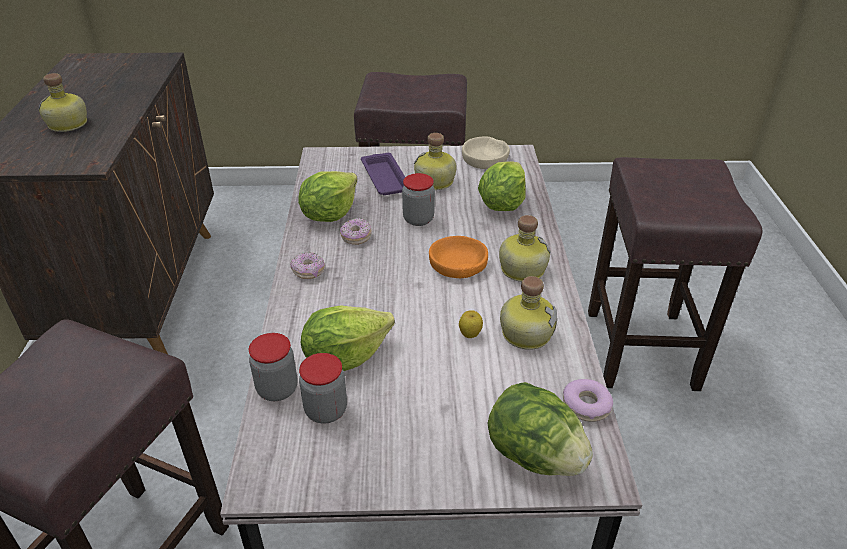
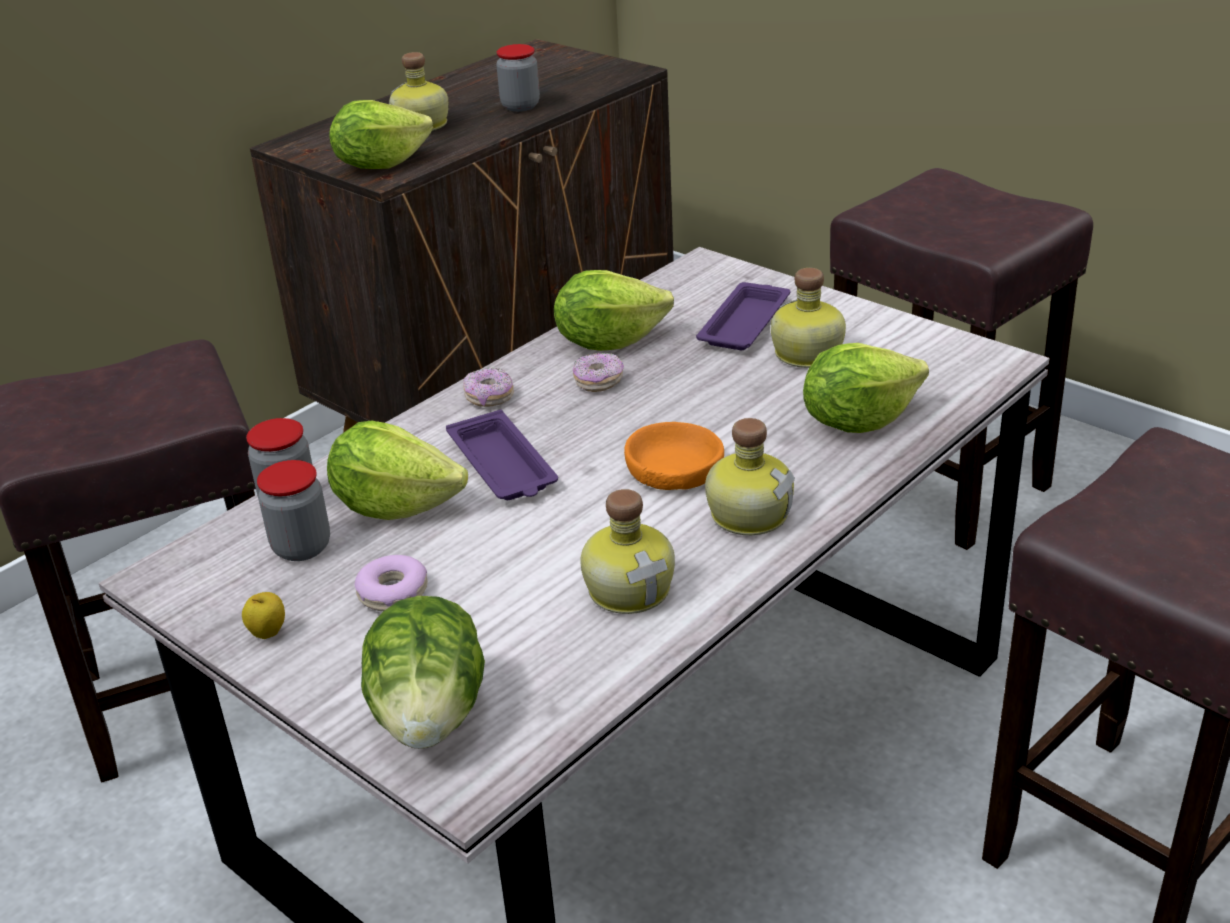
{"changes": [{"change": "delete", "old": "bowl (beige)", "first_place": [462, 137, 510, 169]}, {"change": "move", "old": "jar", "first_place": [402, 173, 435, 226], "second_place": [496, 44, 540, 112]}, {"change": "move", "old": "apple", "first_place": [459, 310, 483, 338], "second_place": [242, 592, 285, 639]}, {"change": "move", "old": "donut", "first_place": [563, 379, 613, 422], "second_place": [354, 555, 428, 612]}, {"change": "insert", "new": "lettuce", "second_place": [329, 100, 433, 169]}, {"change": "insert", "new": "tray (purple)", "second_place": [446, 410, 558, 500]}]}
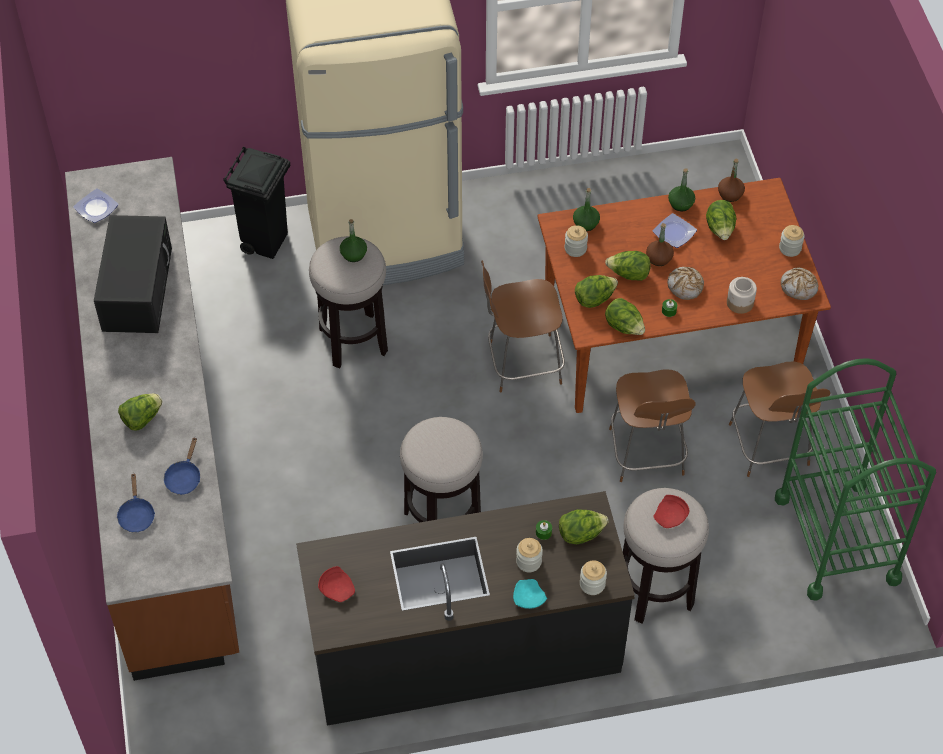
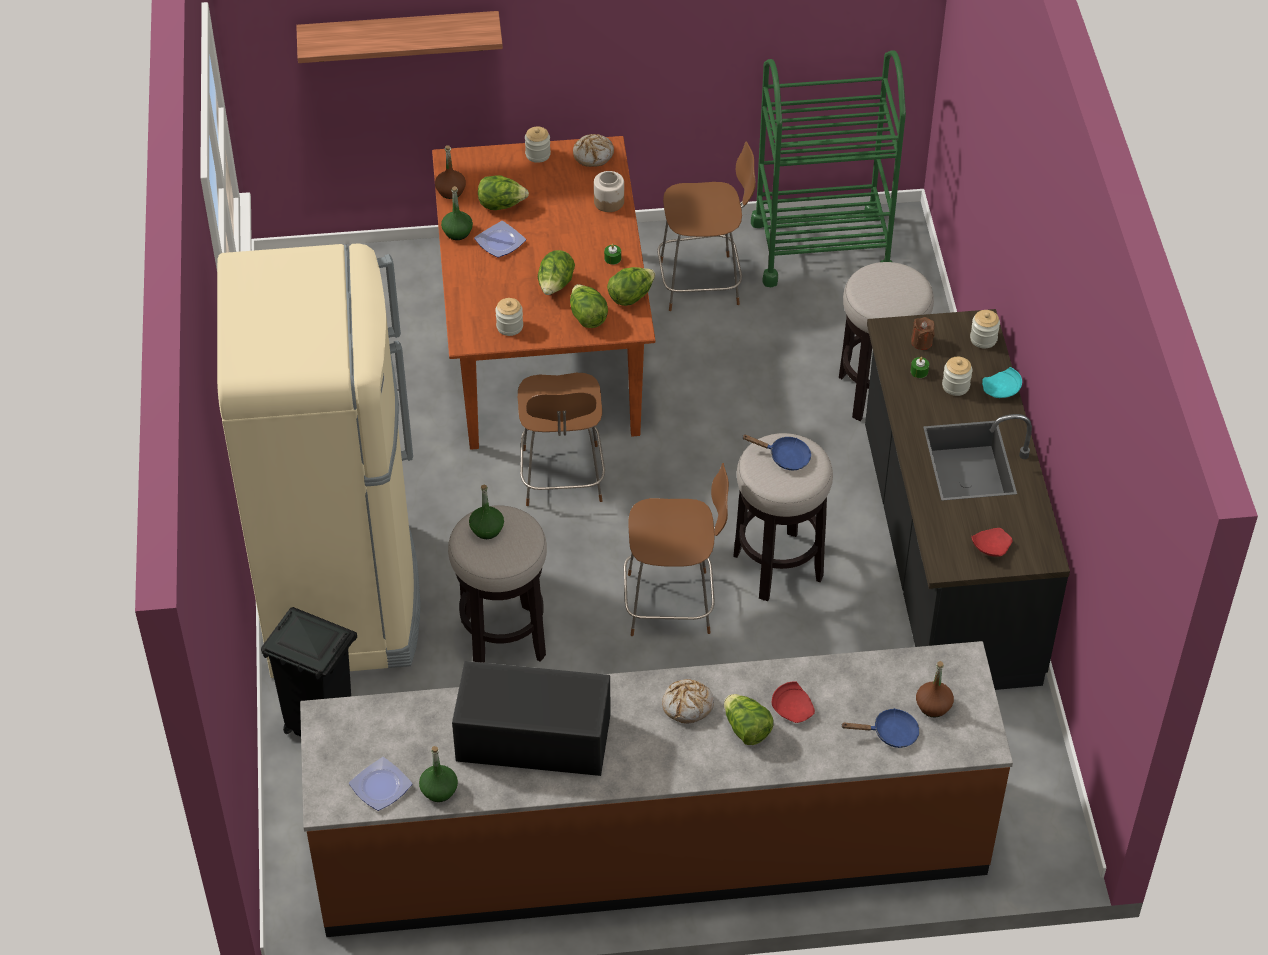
{"changes": [{"change": "move", "old": "bottle (green)", "first_place": [573, 188, 600, 231], "second_place": [419, 746, 458, 802]}, {"change": "move", "old": "bottle (brown)", "first_place": [646, 223, 674, 266], "second_place": [916, 661, 954, 717]}, {"change": "move", "old": "bread", "first_place": [667, 267, 704, 300], "second_place": [662, 679, 714, 724]}, {"change": "move", "old": "chair (brown)", "first_place": [609, 370, 696, 482], "second_place": [624, 463, 729, 636]}, {"change": "move", "old": "frying pan (blue)", "first_place": [164, 438, 200, 495], "second_place": [742, 435, 811, 470]}, {"change": "move", "old": "plate (red)", "first_place": [653, 495, 690, 528], "second_place": [772, 681, 815, 723]}, {"change": "replace", "old": "lettuce", "new": "candle (brown)", "first_place": [559, 509, 609, 544], "second_place": [911, 317, 935, 350]}, {"change": "insert", "new": "shelf", "second_place": [296, 11, 503, 63]}]}
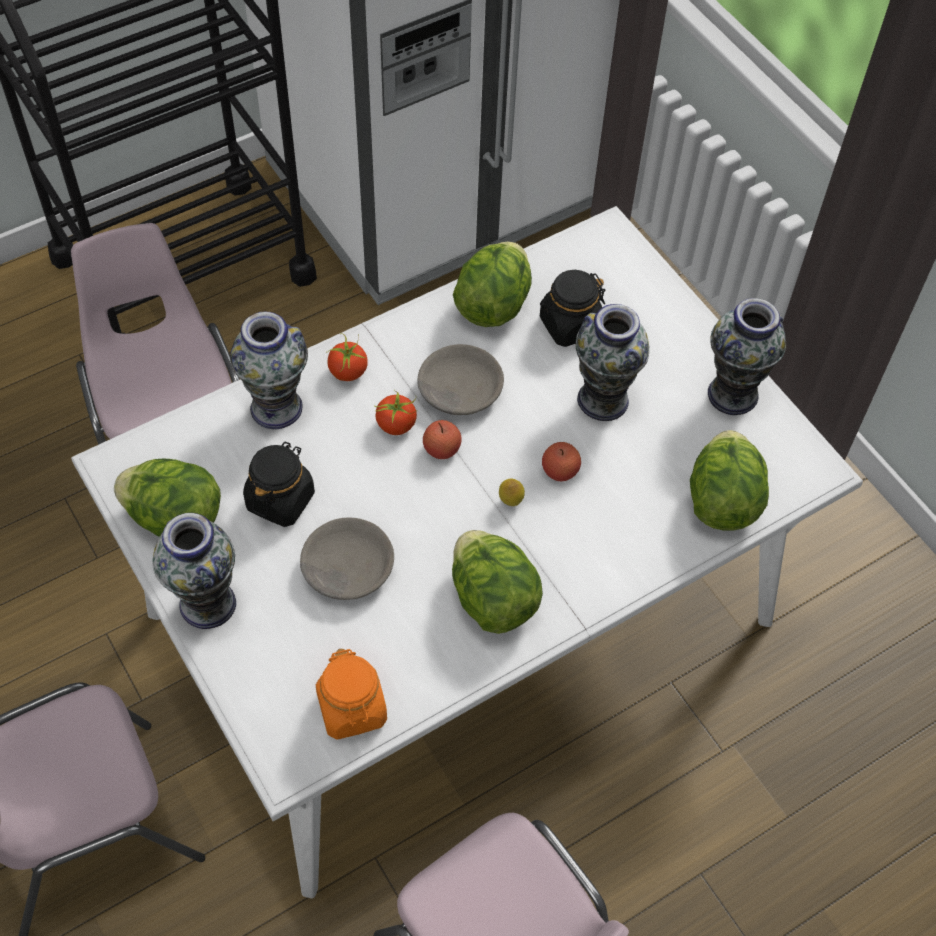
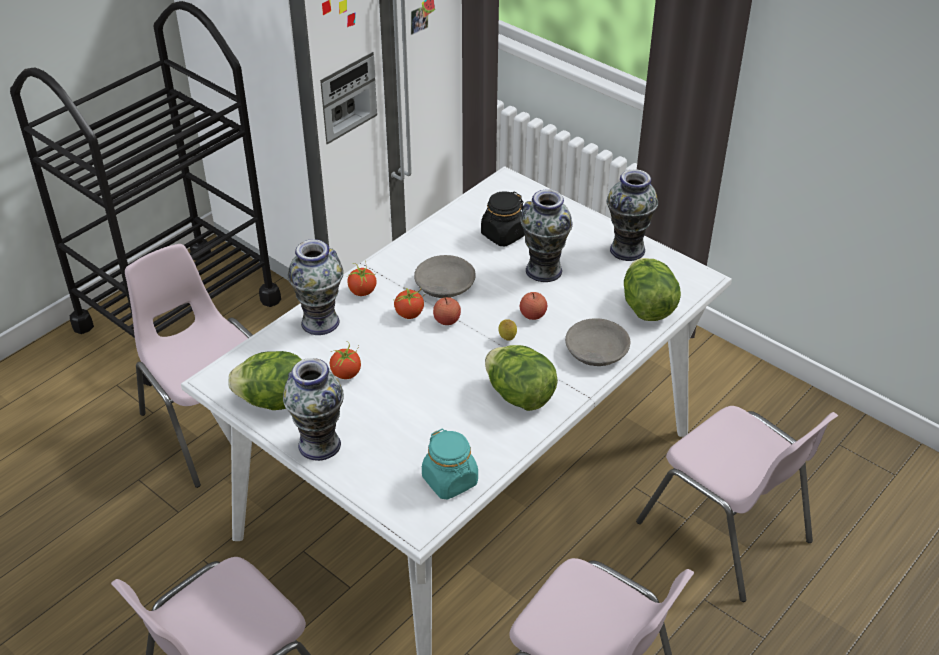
{"changes": [{"change": "delete", "old": "lettuce", "first_place": [453, 242, 532, 327]}, {"change": "replace", "old": "jar (black)", "new": "tomato", "first_place": [243, 442, 315, 527], "second_place": [330, 342, 361, 379]}, {"change": "move", "old": "bowl (grey)", "first_place": [300, 517, 394, 600], "second_place": [565, 318, 630, 366]}, {"change": "recolor", "old": "jar (orange)", "new": "jar (turquoise)", "first_place": [316, 649, 387, 740], "second_place": [422, 429, 478, 500]}, {"change": "insert", "new": "chair (pink)", "second_place": [636, 406, 838, 602]}]}
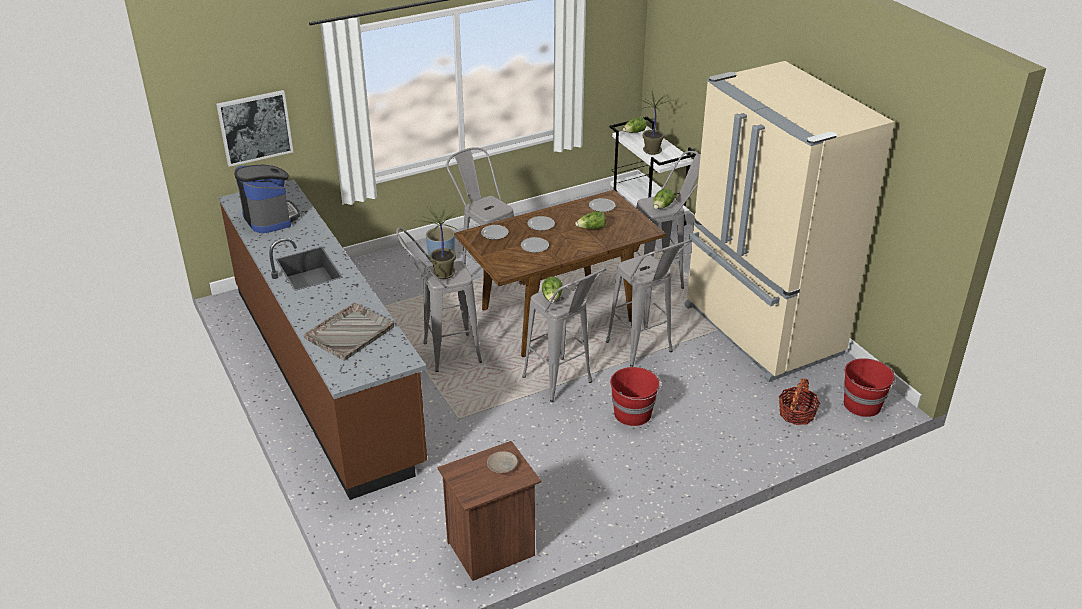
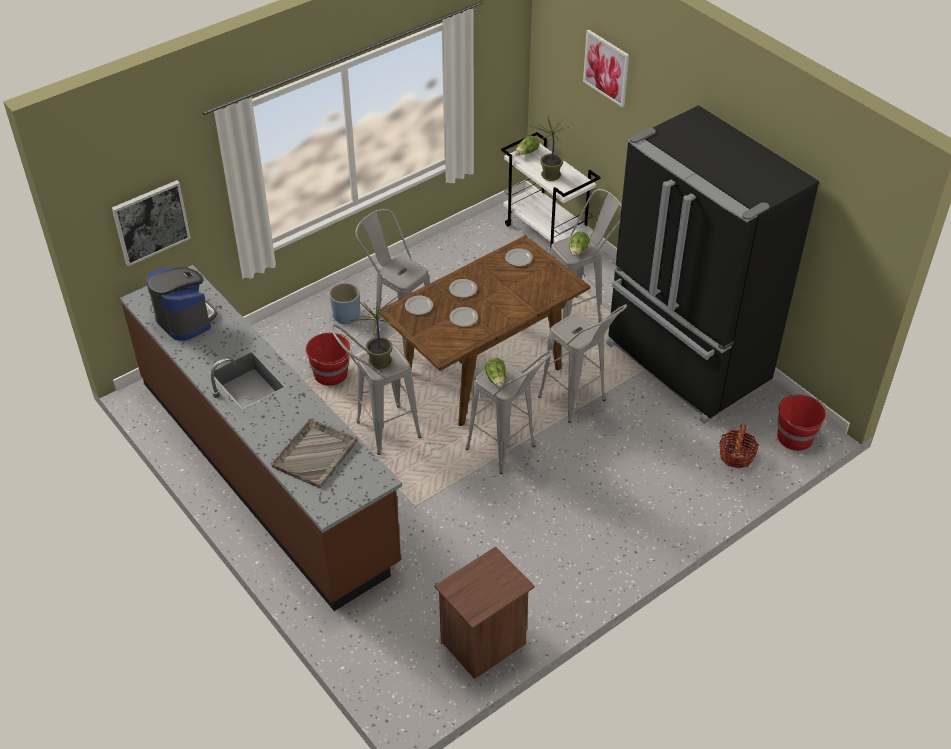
{"changes": [{"change": "recolor", "old": "fridge (beige)", "new": "fridge (black)", "first_place": [684, 61, 894, 382], "second_place": [606, 105, 819, 424]}, {"change": "delete", "old": "lettuce", "first_place": [575, 211, 606, 229]}, {"change": "move", "old": "bucket (red)", "first_place": [610, 367, 662, 426], "second_place": [306, 333, 352, 386]}, {"change": "delete", "old": "plate (beige)", "first_place": [487, 451, 518, 473]}, {"change": "insert", "new": "picture", "second_place": [583, 30, 629, 107]}]}
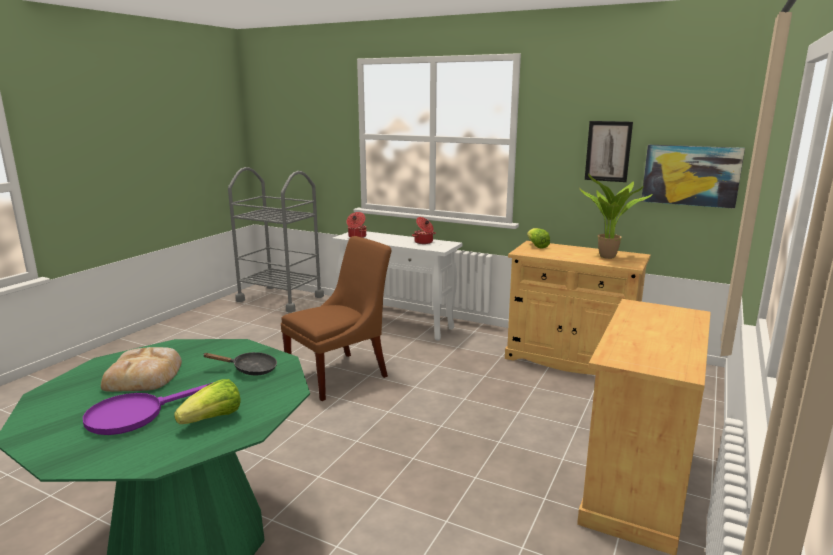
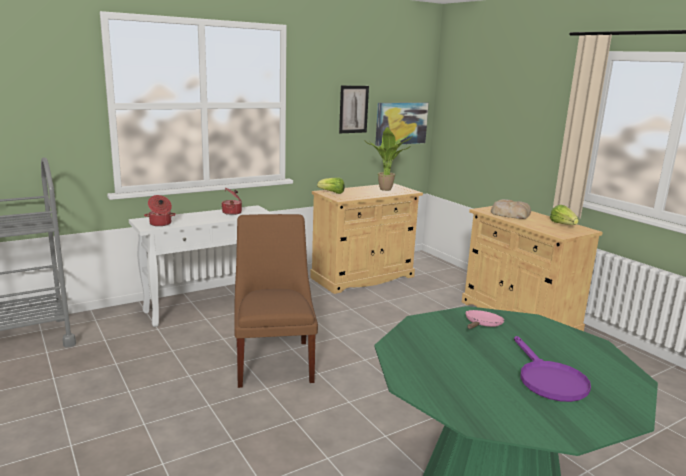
{"changes": [{"change": "move", "old": "bread", "first_place": [101, 347, 182, 392], "second_place": [491, 199, 531, 219]}, {"change": "recolor", "old": "frying pan (black)", "new": "frying pan (pink)", "first_place": [204, 352, 277, 375], "second_place": [466, 310, 504, 329]}, {"change": "move", "old": "lettuce", "first_place": [174, 379, 241, 424], "second_place": [550, 205, 579, 225]}]}
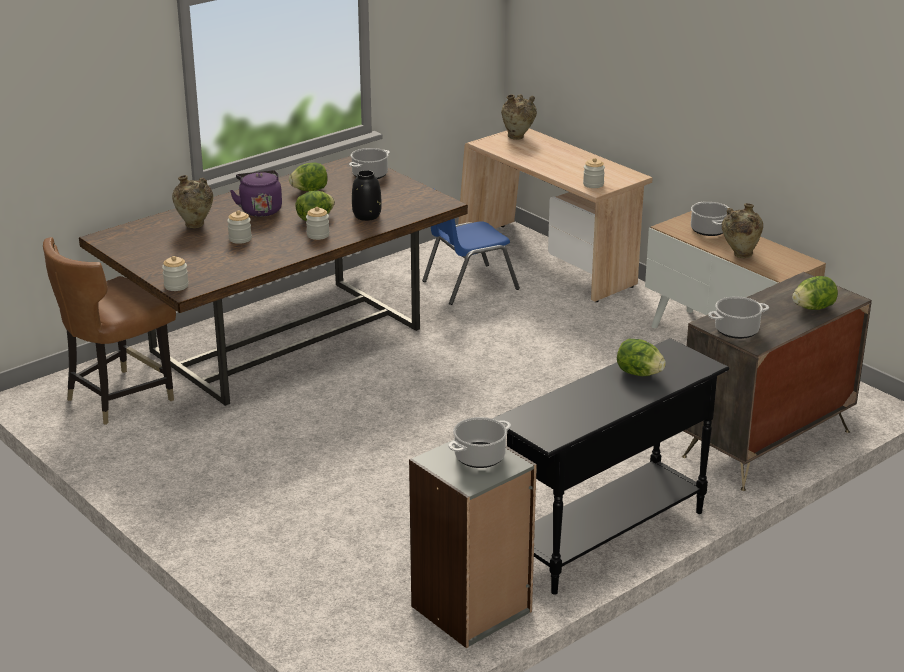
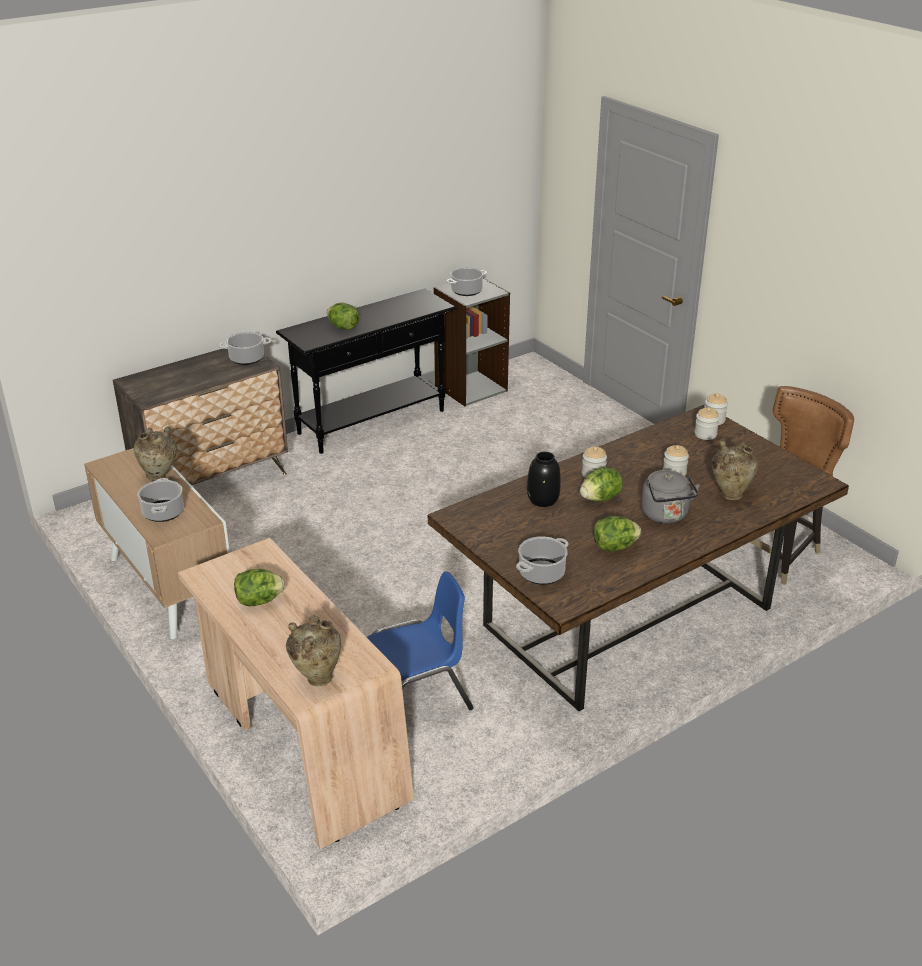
{"changes": [{"change": "move", "old": "jar", "first_place": [583, 158, 605, 188], "second_place": [694, 407, 720, 440]}, {"change": "recolor", "old": "kettle (purple)", "new": "kettle (grey)", "first_place": [230, 170, 282, 217], "second_place": [641, 470, 700, 524]}, {"change": "move", "old": "lettuce", "first_place": [792, 276, 838, 310], "second_place": [234, 569, 285, 606]}]}
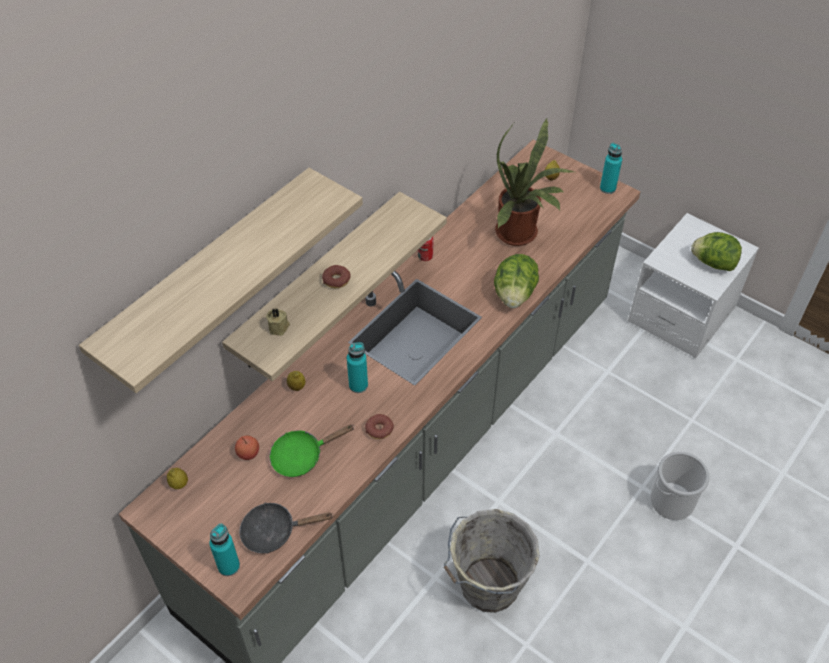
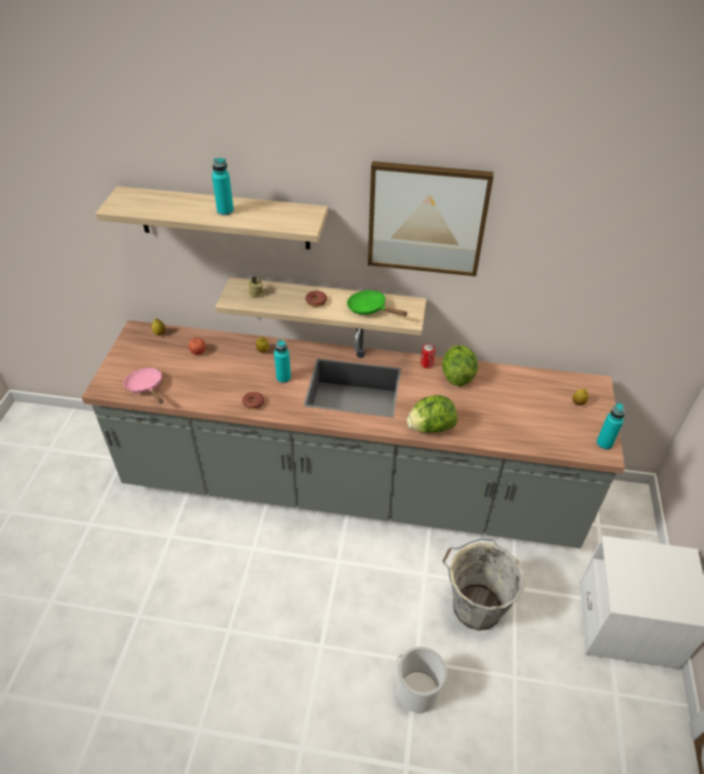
{"changes": [{"change": "delete", "old": "potted plant", "first_place": [495, 119, 574, 246]}, {"change": "move", "old": "lettuce", "first_place": [691, 232, 742, 271], "second_place": [442, 345, 478, 386]}, {"change": "move", "old": "frying pan (green)", "first_place": [270, 424, 355, 477], "second_place": [347, 290, 407, 316]}, {"change": "recolor", "old": "frying pan (black)", "new": "frying pan (pink)", "first_place": [239, 502, 334, 554], "second_place": [124, 368, 163, 404]}, {"change": "move", "old": "bucket (grey)", "first_place": [444, 509, 540, 613], "second_place": [442, 539, 525, 631]}, {"change": "move", "old": "bottle (turquoise)", "first_place": [209, 524, 240, 576], "second_place": [212, 158, 234, 216]}, {"change": "insert", "new": "picture", "second_place": [368, 161, 494, 276]}]}
